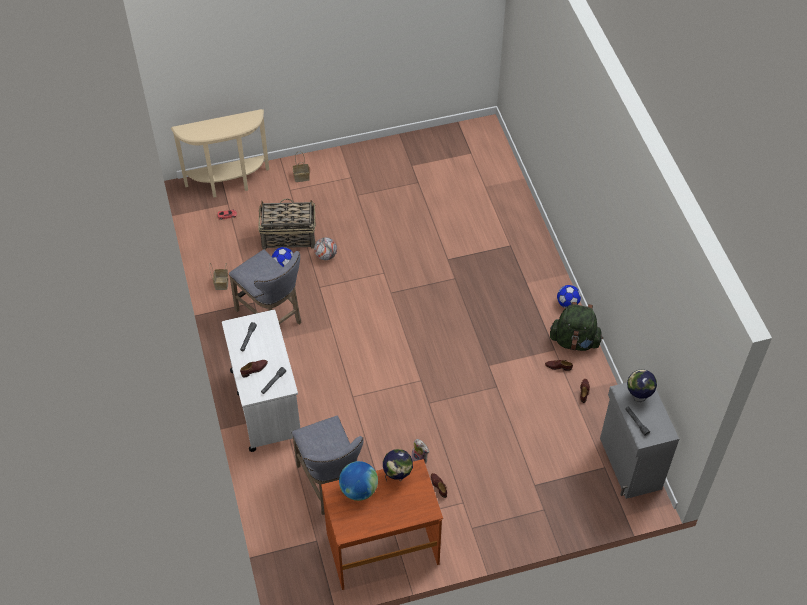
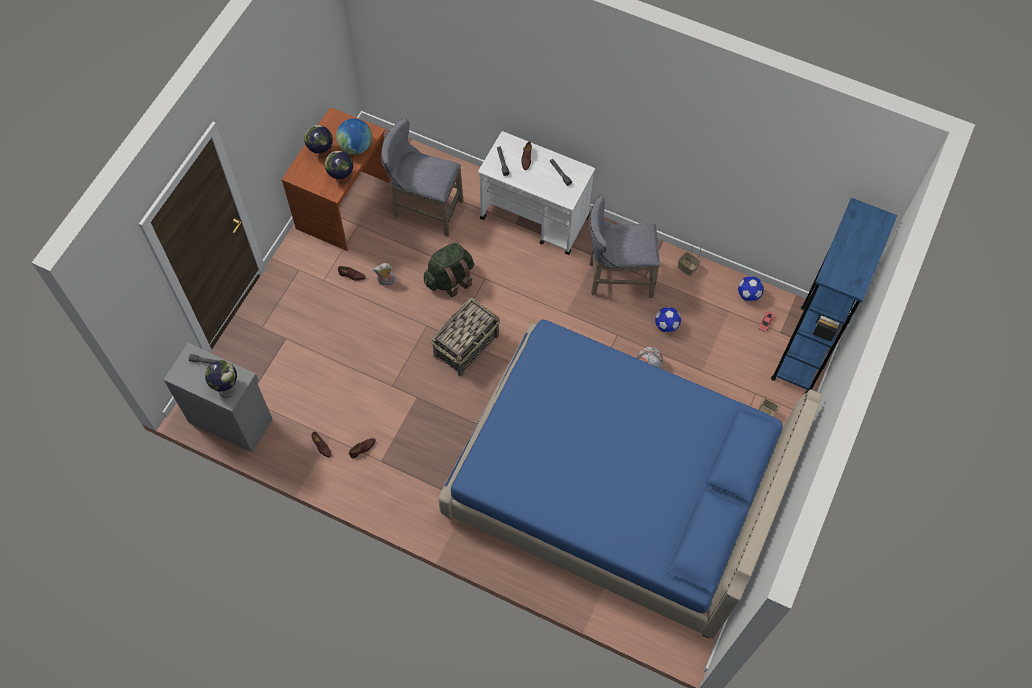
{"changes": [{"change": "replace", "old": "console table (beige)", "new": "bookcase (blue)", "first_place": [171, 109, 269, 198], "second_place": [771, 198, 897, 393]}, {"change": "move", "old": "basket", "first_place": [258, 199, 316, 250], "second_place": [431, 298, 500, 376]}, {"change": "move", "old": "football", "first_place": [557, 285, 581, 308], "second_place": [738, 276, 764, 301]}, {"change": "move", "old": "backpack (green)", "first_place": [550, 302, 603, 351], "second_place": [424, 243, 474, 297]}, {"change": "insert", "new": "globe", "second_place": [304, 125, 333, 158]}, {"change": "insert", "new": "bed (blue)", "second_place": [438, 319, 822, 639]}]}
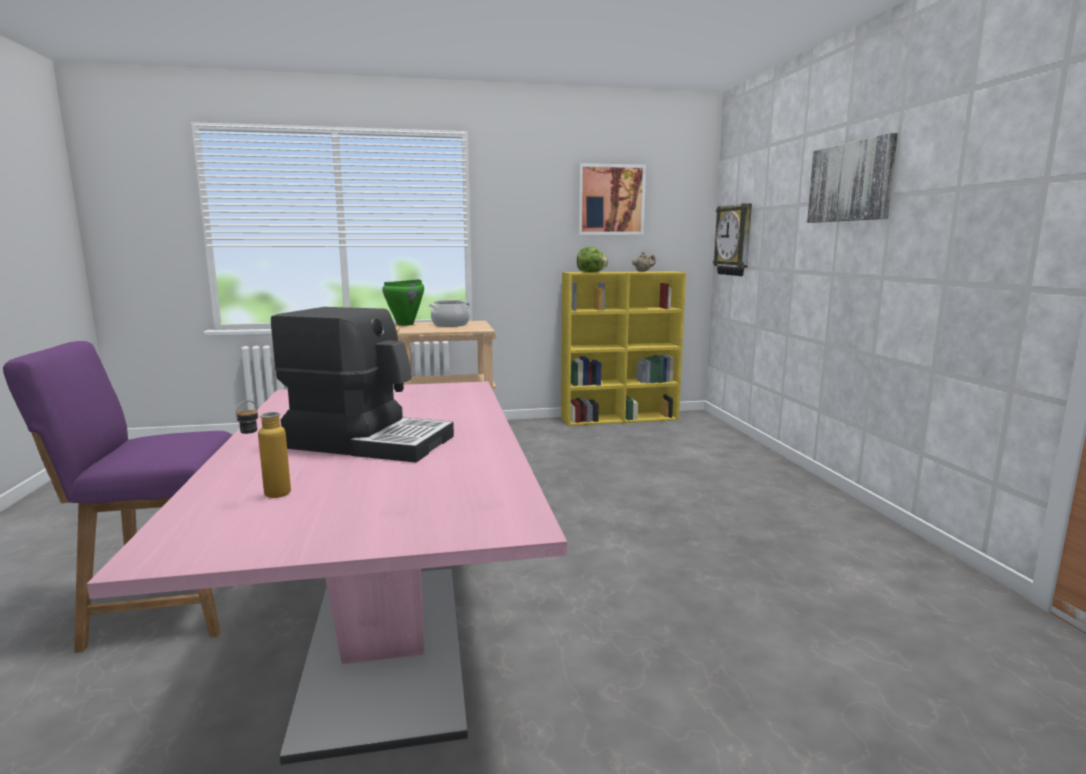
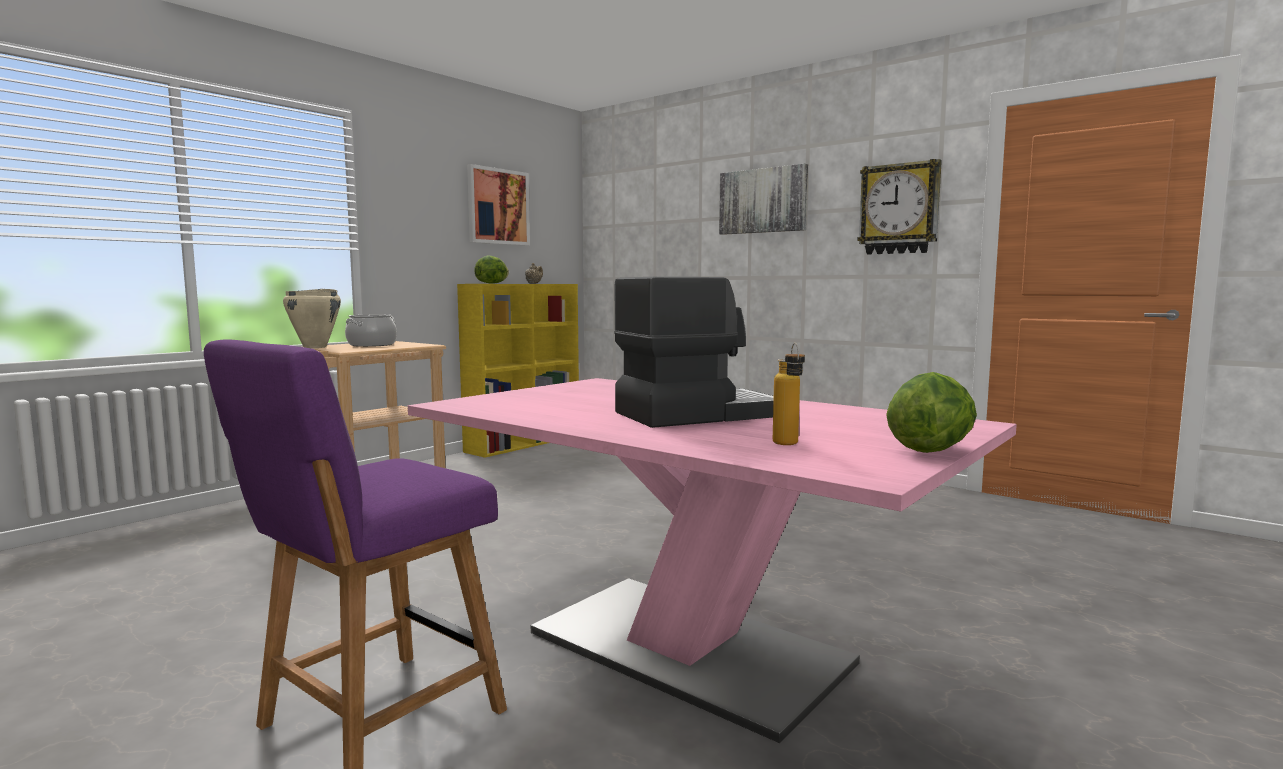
{"changes": [{"change": "move", "old": "wall clock", "first_place": [713, 203, 752, 276], "second_place": [857, 159, 942, 254]}, {"change": "recolor", "old": "cooking pot (green)", "new": "cooking pot (beige)", "first_place": [382, 279, 424, 326], "second_place": [283, 289, 341, 348]}, {"change": "insert", "new": "lettuce", "second_place": [886, 372, 977, 453]}]}
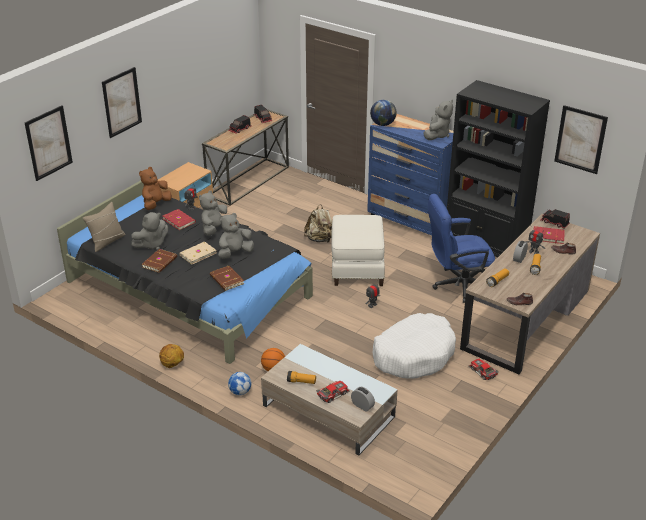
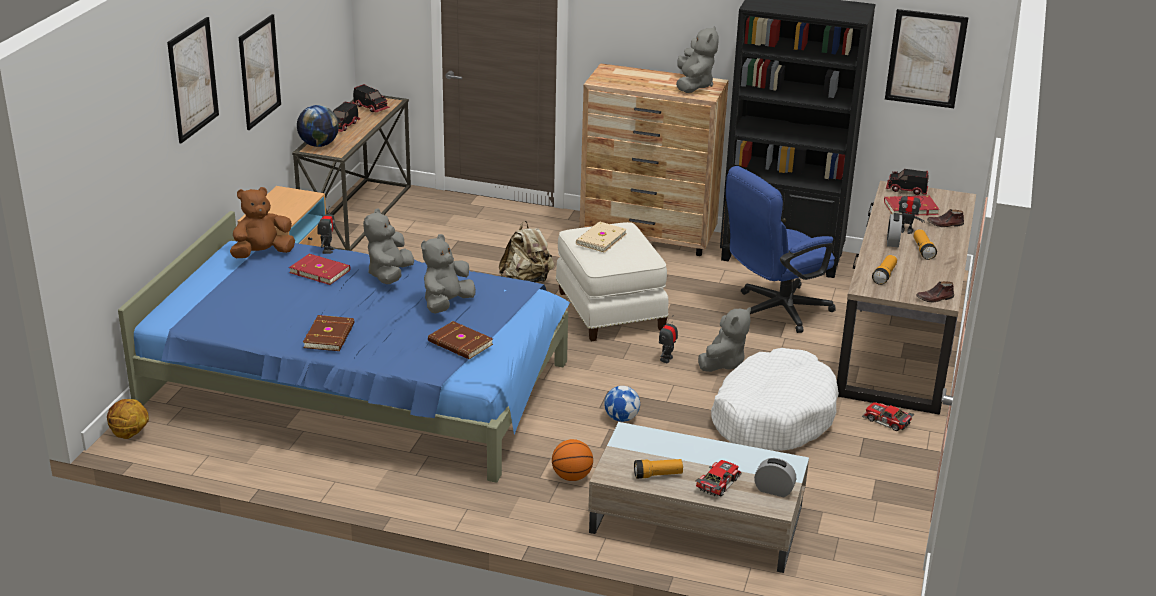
{"changes": [{"change": "move", "old": "globe", "first_place": [370, 100, 397, 126], "second_place": [297, 105, 339, 147]}, {"change": "move", "old": "picture", "first_place": [25, 105, 73, 181], "second_place": [239, 14, 281, 130]}, {"change": "recolor", "old": "dresser (blue)", "new": "dresser (brown)", "first_place": [367, 114, 454, 235], "second_place": [580, 63, 728, 256]}, {"change": "rotate", "old": "plush toy (brown)", "first_place": [139, 167, 172, 210], "second_place": [230, 187, 295, 258], "degrees": 45}, {"change": "recolor", "old": "bed (black)", "new": "bed (blue)", "first_place": [57, 180, 313, 364], "second_place": [118, 211, 570, 483]}, {"change": "delete", "old": "pillow (beige)", "first_place": [83, 202, 126, 252]}, {"change": "move", "old": "plush toy (grey)", "first_place": [131, 212, 168, 250], "second_place": [698, 307, 751, 372]}, {"change": "move", "old": "book (beige)", "first_place": [179, 241, 216, 264], "second_place": [576, 222, 627, 253]}, {"change": "move", "old": "basketball", "first_place": [159, 344, 184, 368], "second_place": [107, 399, 149, 439]}, {"change": "move", "old": "football", "first_place": [228, 372, 251, 395], "second_place": [604, 386, 640, 422]}]}
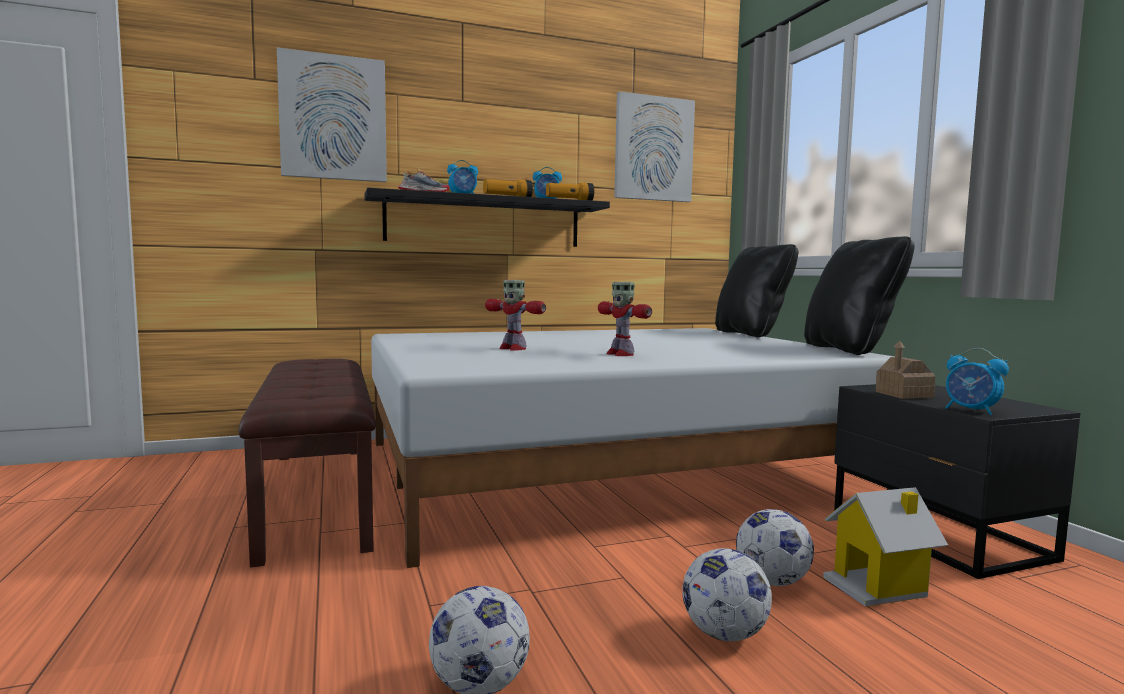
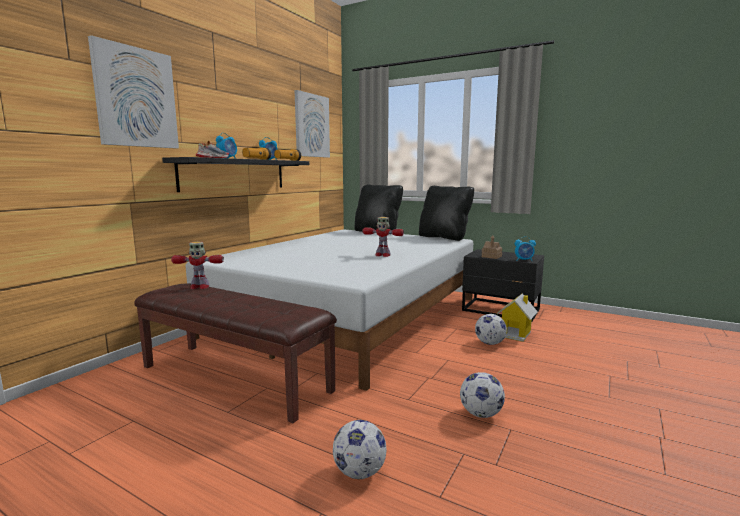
{"changes": [{"change": "move", "old": "toy robot", "first_place": [485, 280, 546, 350], "second_place": [171, 242, 224, 289]}, {"change": "move", "old": "football", "first_place": [682, 548, 772, 641], "second_place": [333, 420, 386, 479]}]}
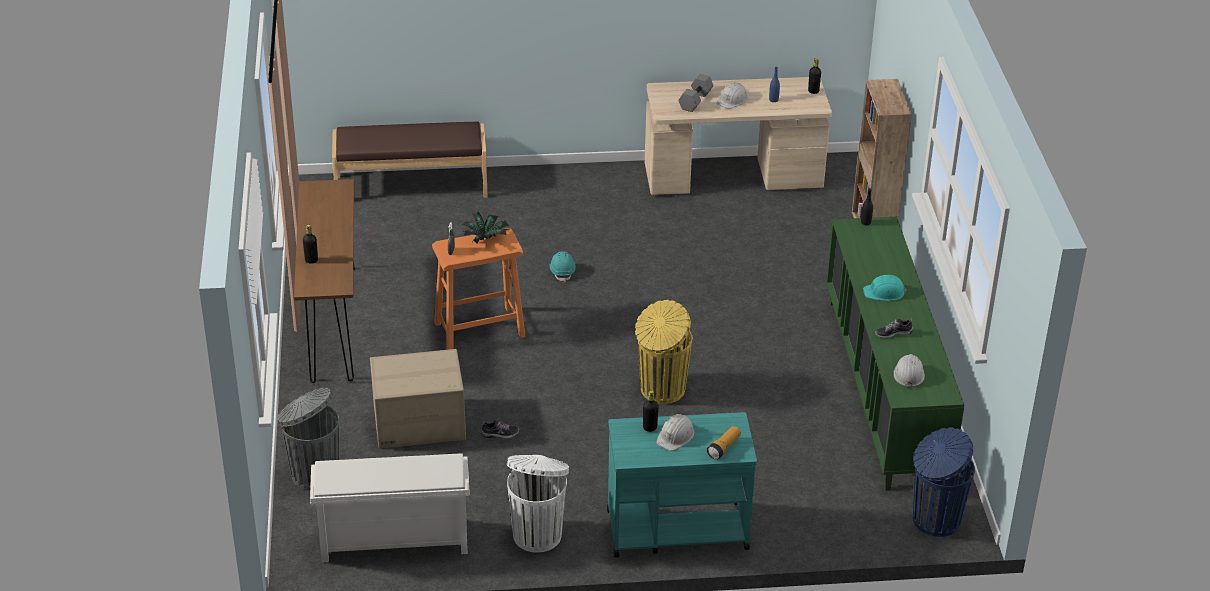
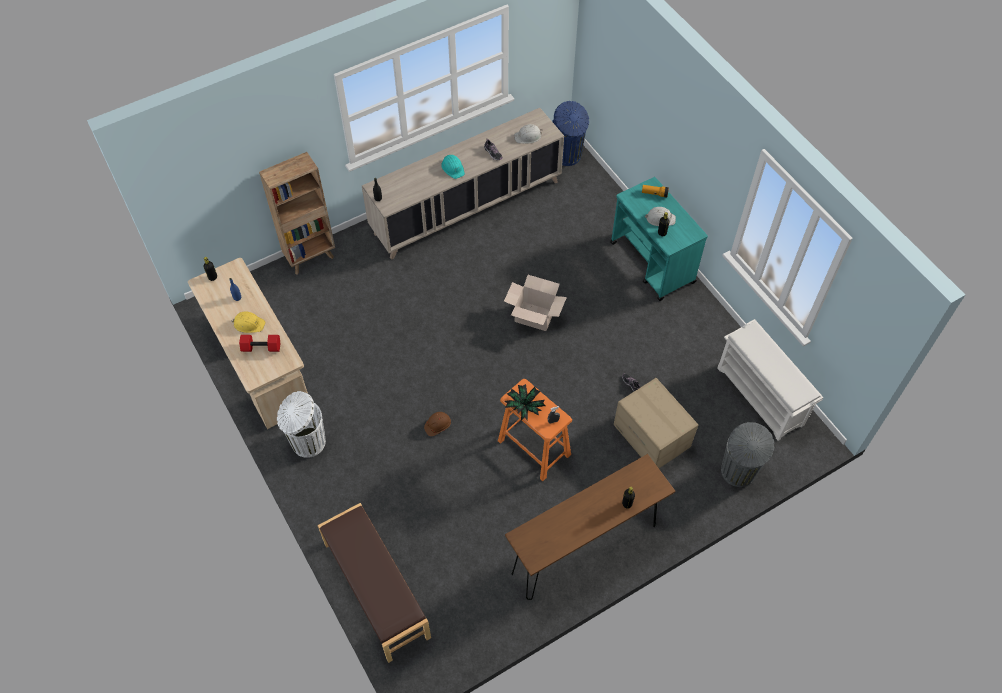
{"changes": [{"change": "recolor", "old": "dumbbell (grey)", "new": "dumbbell (red)", "first_place": [678, 74, 714, 112], "second_place": [239, 335, 280, 352]}, {"change": "recolor", "old": "hard hat (white)", "new": "hard hat (yellow)", "first_place": [717, 82, 748, 109], "second_place": [232, 311, 265, 333]}, {"change": "recolor", "old": "cabinet (green)", "new": "cabinet (beige)", "first_place": [826, 217, 964, 491], "second_place": [362, 108, 564, 260]}, {"change": "recolor", "old": "hard hat (turquoise)", "new": "hard hat (brown)", "first_place": [550, 251, 576, 282], "second_place": [424, 412, 451, 436]}, {"change": "replace", "old": "trash can (yellow)", "new": "cardboard box", "first_place": [635, 300, 692, 404], "second_place": [504, 275, 567, 331]}, {"change": "move", "old": "trash can (white)", "first_place": [507, 455, 569, 553], "second_place": [277, 391, 326, 458]}]}
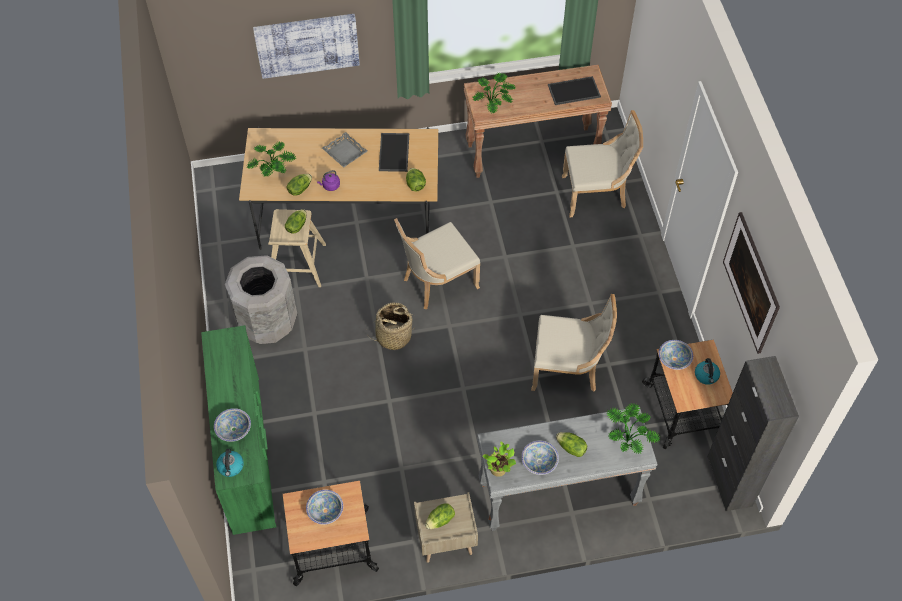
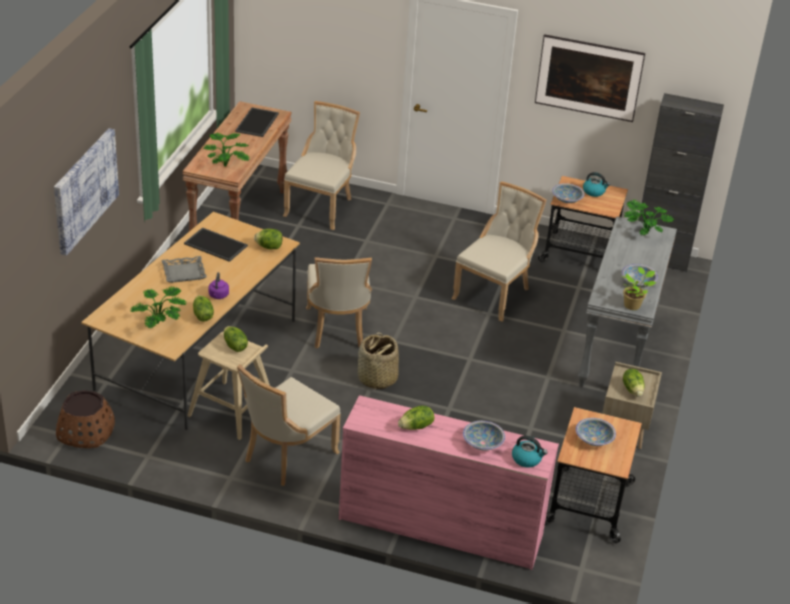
{"changes": [{"change": "replace", "old": "trash can (grey)", "new": "chair (beige)", "first_place": [225, 255, 297, 344], "second_place": [237, 365, 341, 486]}, {"change": "recolor", "old": "dresser (green)", "new": "dresser (pink)", "first_place": [201, 325, 276, 535], "second_place": [339, 395, 559, 570]}, {"change": "move", "old": "lettuce", "first_place": [556, 432, 587, 457], "second_place": [398, 406, 434, 430]}, {"change": "insert", "new": "planter (brown)", "second_place": [56, 390, 115, 448]}]}
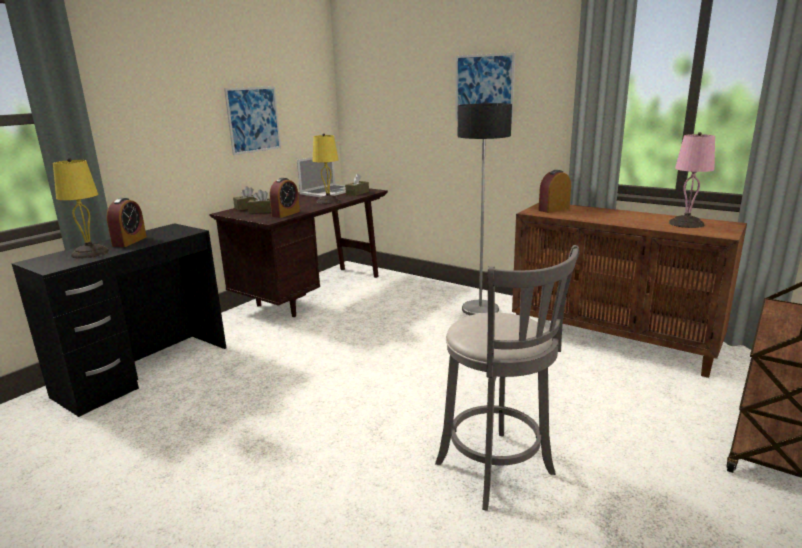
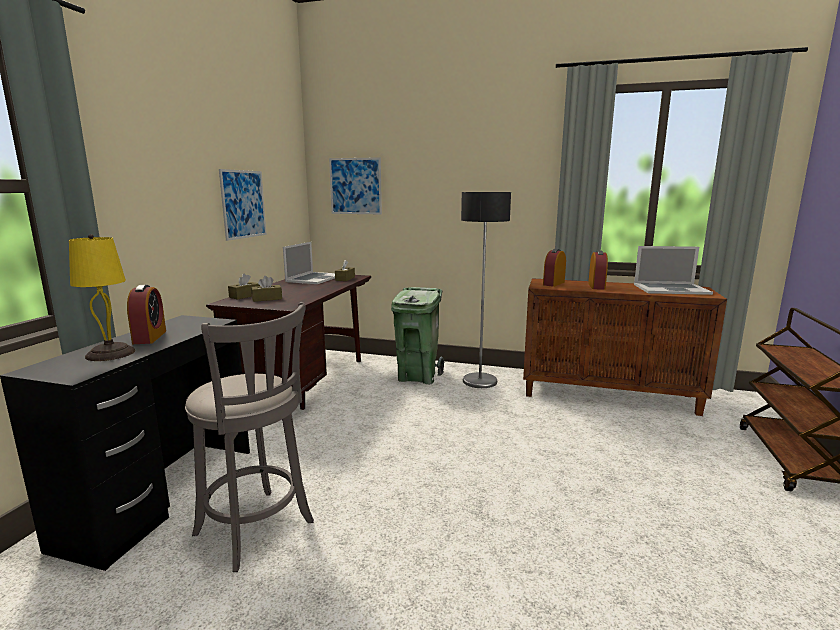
{"changes": [{"change": "move", "old": "picture", "first_place": [455, 53, 515, 123], "second_place": [329, 157, 382, 214]}, {"change": "replace", "old": "table lamp (pink)", "new": "laptop", "first_place": [669, 132, 715, 228], "second_place": [634, 246, 713, 295]}, {"change": "delete", "old": "table lamp (yellow)", "first_place": [313, 133, 340, 204]}, {"change": "move", "old": "alarm clock", "first_place": [270, 178, 300, 218], "second_place": [588, 251, 608, 290]}, {"change": "move", "old": "stool (grey)", "first_place": [435, 245, 580, 511], "second_place": [185, 302, 314, 572]}, {"change": "insert", "new": "trash can (green)", "second_place": [391, 287, 444, 384]}]}
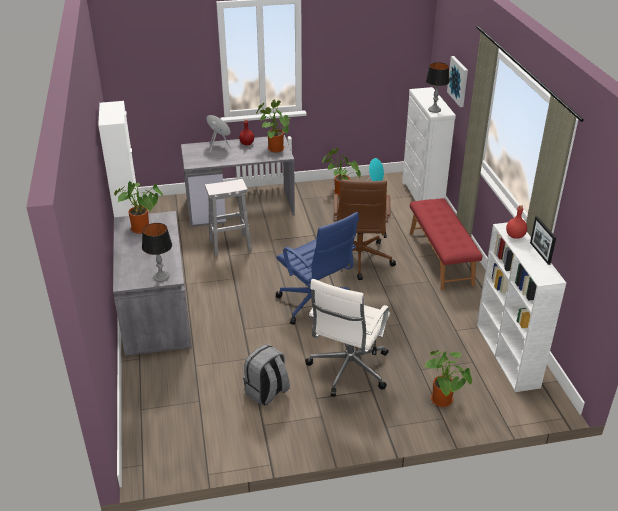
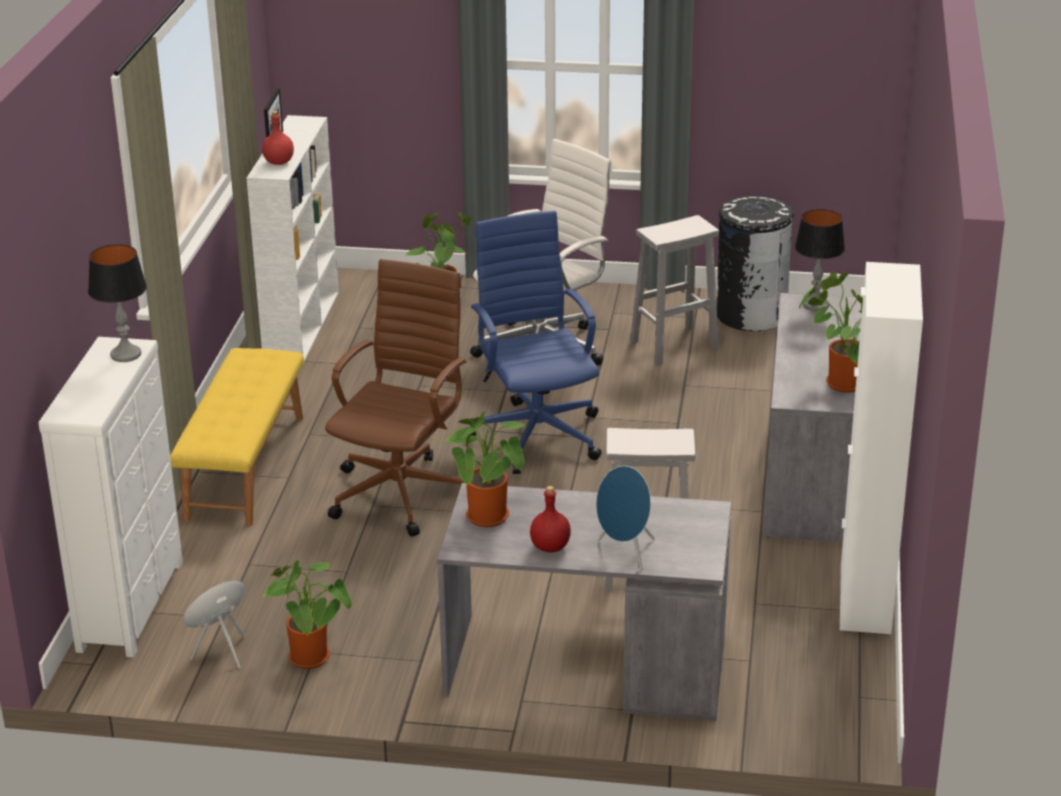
{"changes": [{"change": "delete", "old": "picture", "first_place": [447, 56, 468, 107]}, {"change": "recolor", "old": "bench (red)", "new": "bench (yellow)", "first_place": [410, 198, 483, 290], "second_place": [170, 348, 304, 526]}, {"change": "replace", "old": "backpack (grey)", "new": "stool (white)", "first_place": [243, 344, 290, 406], "second_place": [630, 215, 719, 366]}, {"change": "insert", "new": "trash can (black)", "second_place": [717, 196, 794, 331]}]}
